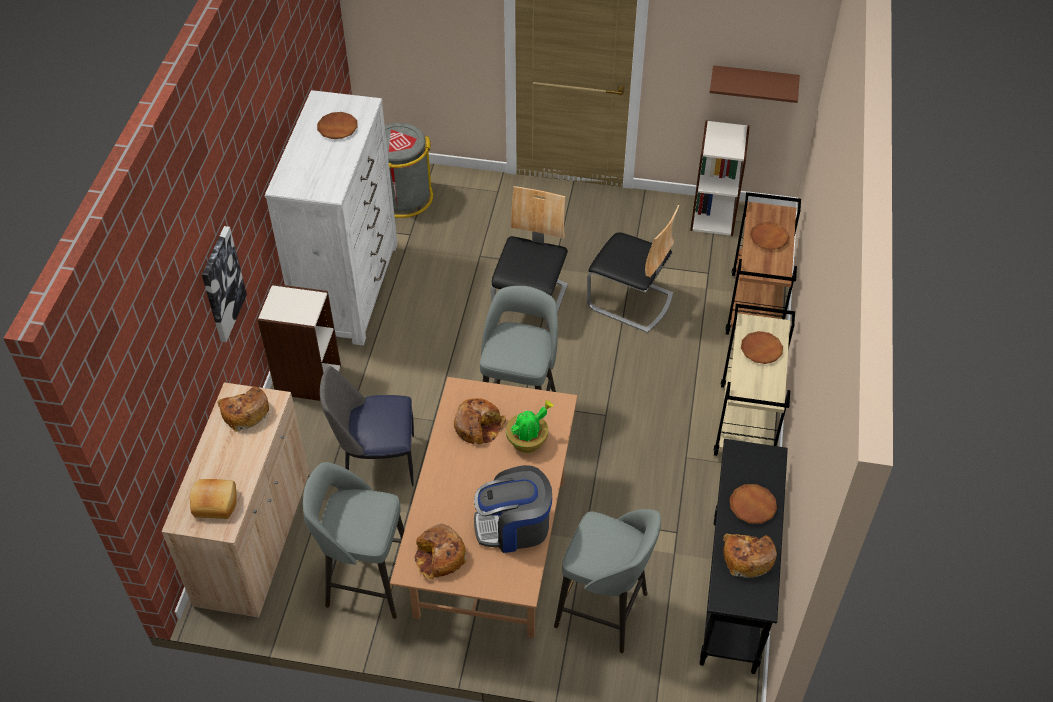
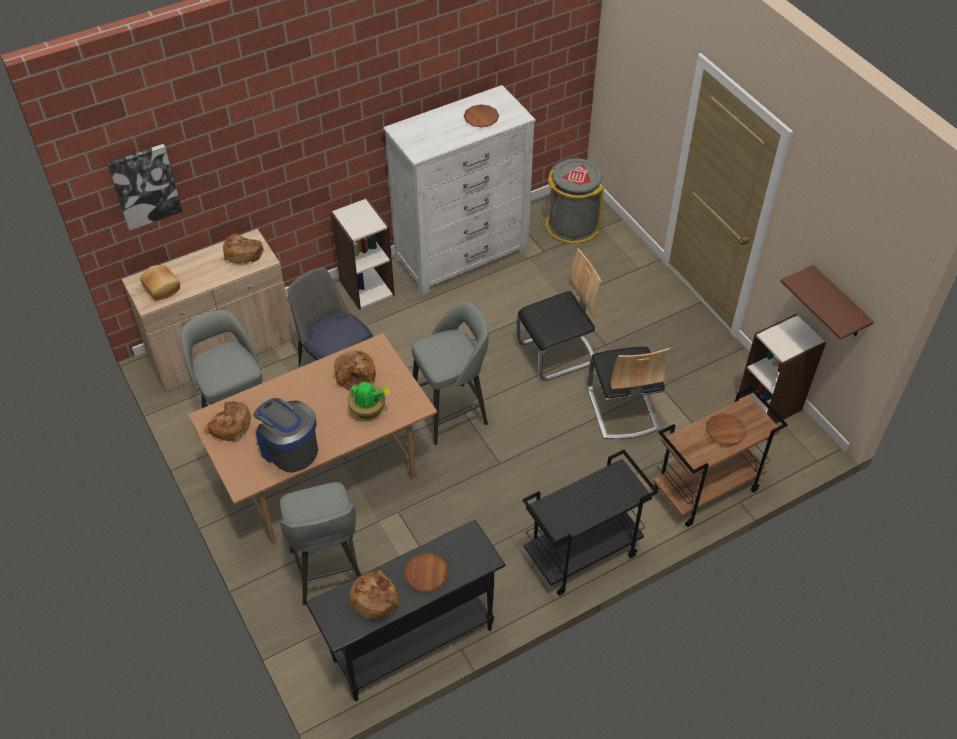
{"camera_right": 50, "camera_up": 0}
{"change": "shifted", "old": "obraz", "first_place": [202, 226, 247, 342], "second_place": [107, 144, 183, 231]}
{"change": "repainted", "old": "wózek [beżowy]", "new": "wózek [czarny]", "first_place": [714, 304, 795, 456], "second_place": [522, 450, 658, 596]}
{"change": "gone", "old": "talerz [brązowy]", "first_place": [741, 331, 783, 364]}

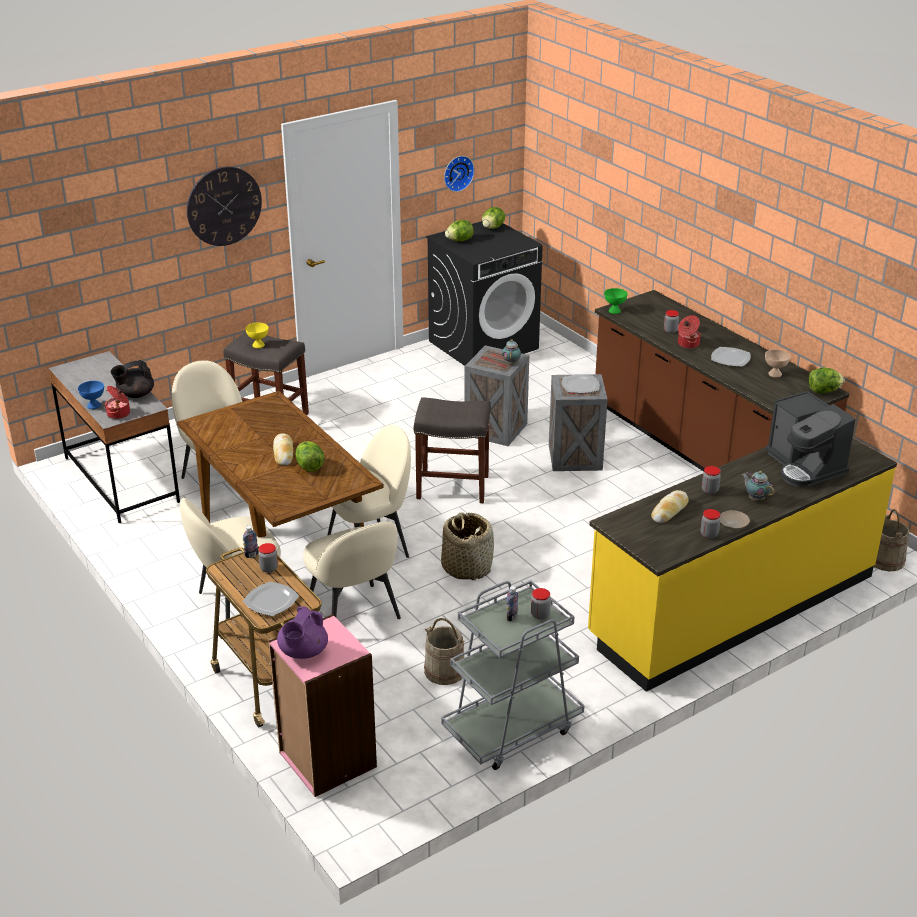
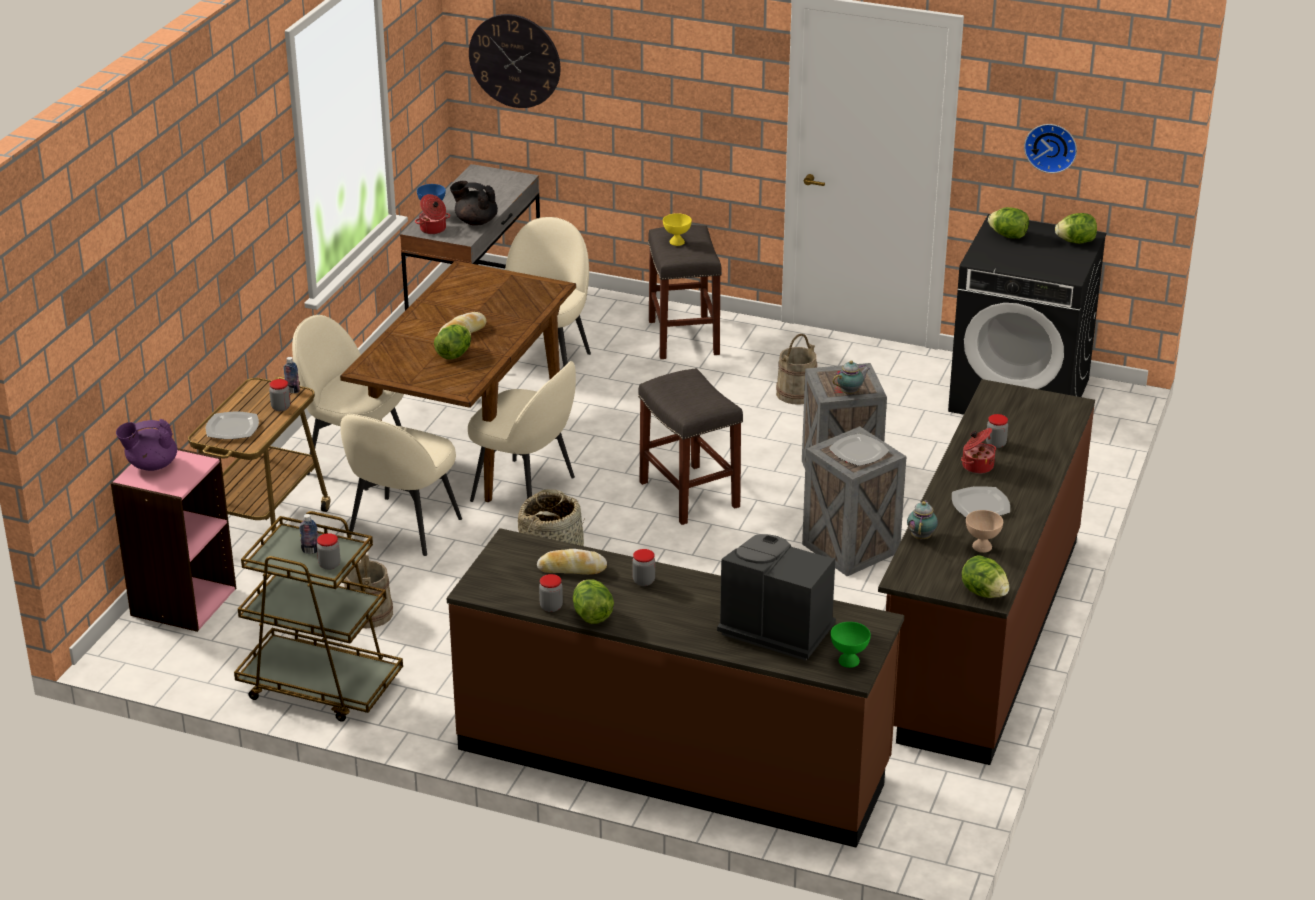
{"camera_right": 55, "camera_up": 0}
{"change": "repainted", "old": "wózek [szary]", "new": "wózek [brązowy]", "first_place": [441, 580, 584, 770], "second_place": [234, 511, 403, 722]}
{"change": "repainted", "old": "zabudowa kuchenna [żółty]", "new": "zabudowa kuchenna [brązowy]", "first_place": [588, 438, 897, 692], "second_place": [447, 528, 904, 848]}
{"change": "shifted", "old": "zegar ścienny", "first_place": [187, 167, 262, 246], "second_place": [469, 14, 561, 108]}
{"change": "swapped", "old": "talerz [beżowy]", "new": "sałata", "first_place": [720, 510, 750, 529], "second_place": [573, 579, 614, 624]}
{"change": "rotated", "old": "ekspres do kawy", "first_place": [765, 391, 856, 487], "second_place": [717, 534, 836, 661], "degrees": 90}
{"change": "shifted", "old": "wiadro [beżowy]", "first_place": [874, 509, 909, 571], "second_place": [776, 334, 817, 405]}
{"change": "shifted", "old": "miska [zielony]", "first_place": [604, 288, 628, 314], "second_place": [830, 622, 871, 668]}
{"change": "shifted", "old": "imbryk", "first_place": [742, 471, 775, 501], "second_place": [907, 501, 938, 540]}

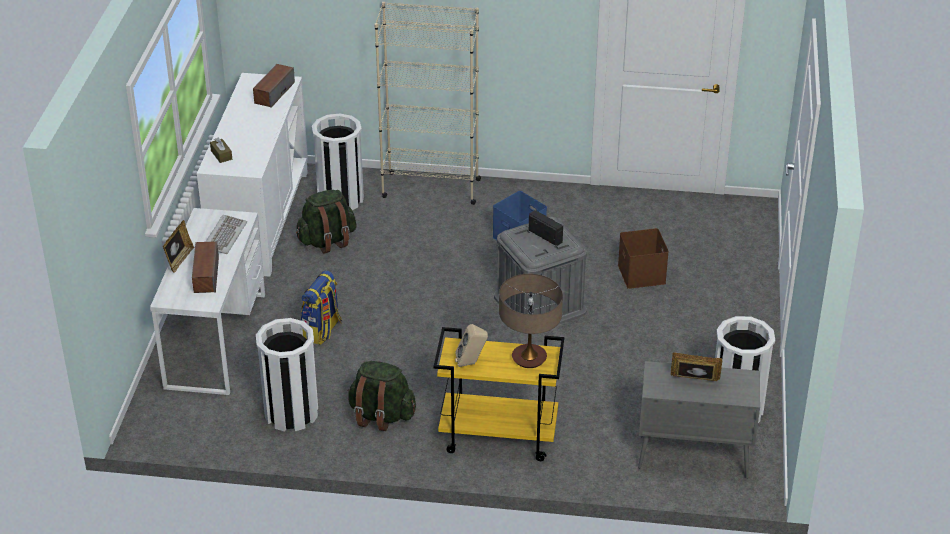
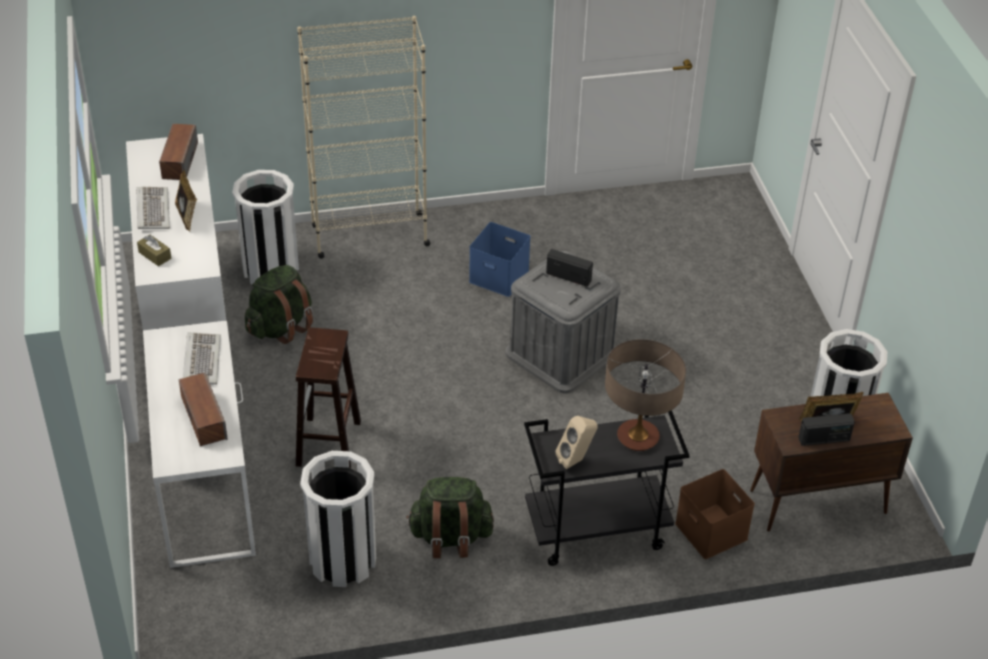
{"camera_right": -20, "camera_up": 5}
{"change": "new", "new": "klawiatura", "second_place": [136, 187, 170, 229]}
{"change": "shifted", "old": "ramka na zdjęcie", "first_place": [163, 220, 194, 273], "second_place": [175, 170, 197, 232]}
{"change": "swapped", "old": "plecak", "new": "stołek [brązowy]", "first_place": [301, 270, 342, 345], "second_place": [296, 327, 361, 468]}
{"change": "repainted", "old": "wózek [żółty]", "new": "wózek [czarny]", "first_place": [433, 327, 564, 461], "second_place": [524, 410, 690, 566]}
{"change": "shifted", "old": "pojemnik do przechowywania [brązowy]", "first_place": [618, 228, 669, 289], "second_place": [675, 469, 755, 559]}
{"change": "repainted", "old": "szafka [szary]", "new": "szafka [brązowy]", "first_place": [638, 361, 760, 479], "second_place": [750, 393, 913, 532]}
{"change": "new", "new": "radio", "second_place": [798, 413, 855, 446]}

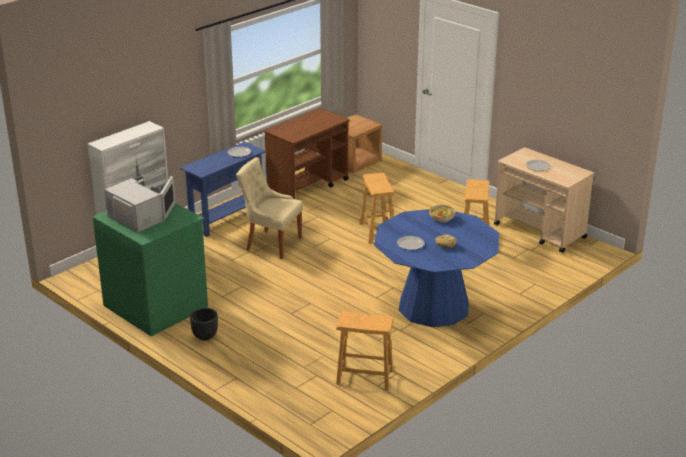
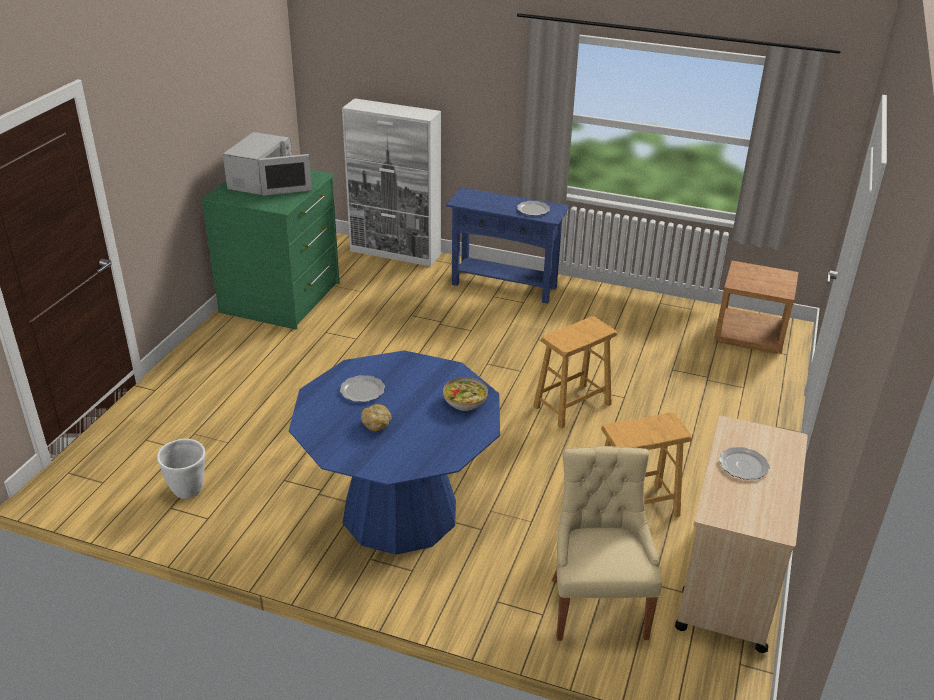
{"camera_right": 65, "camera_up": 5}
{"change": "swapped", "old": "stołek [brązowy]", "new": "donica [biały]", "first_place": [336, 311, 394, 390], "second_place": [157, 438, 205, 499]}
{"change": "shifted", "old": "krzesło [beżowy]", "first_place": [236, 157, 303, 259], "second_place": [552, 446, 662, 641]}
{"change": "gone", "old": "donica [czarny]", "first_place": [190, 308, 218, 341]}
{"change": "gone", "old": "wózek [brązowy]", "first_place": [264, 108, 349, 199]}

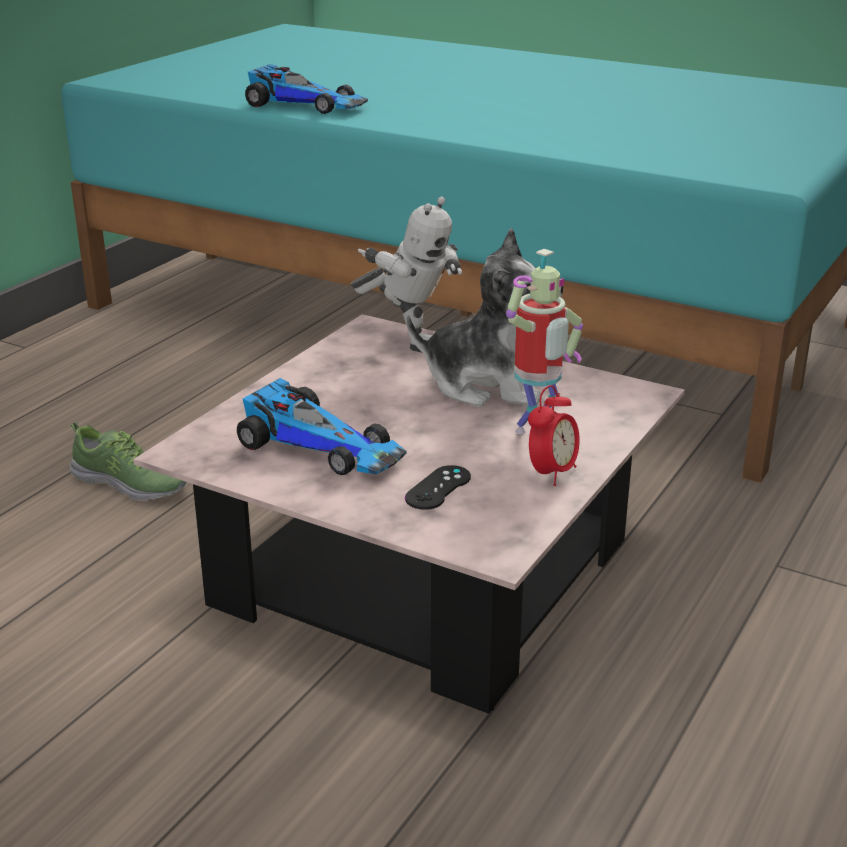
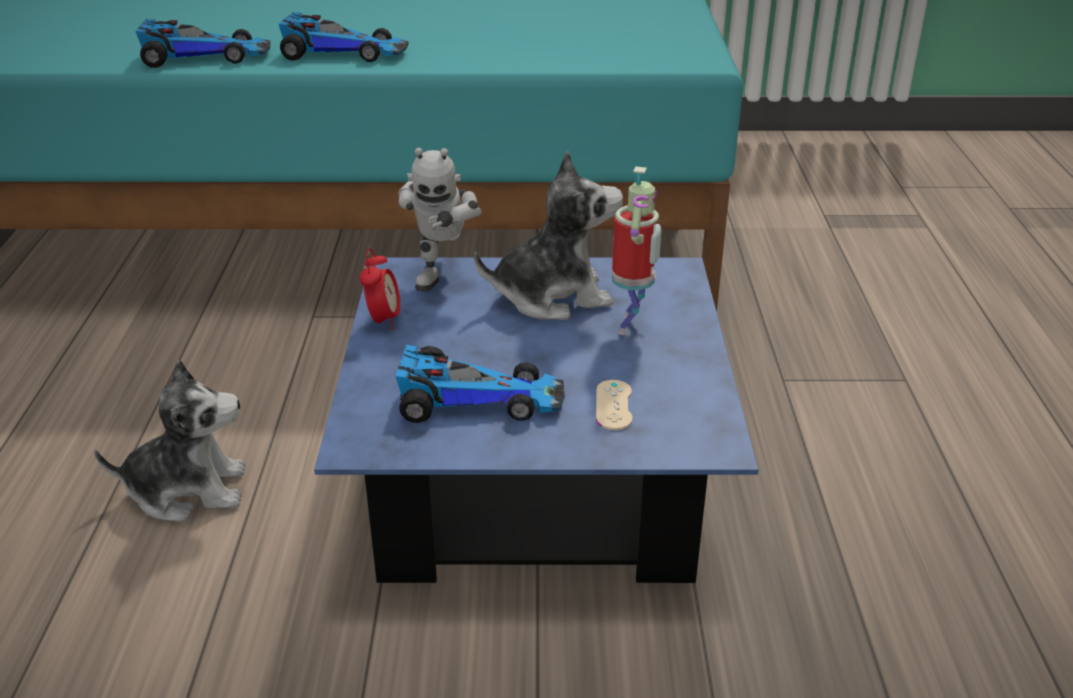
{"camera_right": -30, "camera_up": 5}
{"change": "swapped", "old": "but", "new": "pluszak", "first_place": [70, 422, 186, 501], "second_place": [94, 360, 245, 522]}
{"change": "new", "new": "samochodzik", "second_place": [279, 12, 409, 62]}
{"change": "repainted", "old": "ława [różowy]", "new": "ława [niebieski]", "first_place": [133, 314, 685, 714], "second_place": [314, 258, 759, 583]}
{"change": "shifted", "old": "budzik", "first_place": [528, 385, 580, 486], "second_place": [360, 249, 400, 330]}
{"change": "rotated", "old": "robot zabawkowy", "first_place": [351, 197, 462, 353], "second_place": [398, 148, 482, 292], "degrees": 90}
{"change": "repainted", "old": "pad do gier [czarny]", "new": "pad do gier [beżowy]", "first_place": [405, 465, 471, 510], "second_place": [596, 380, 633, 430]}

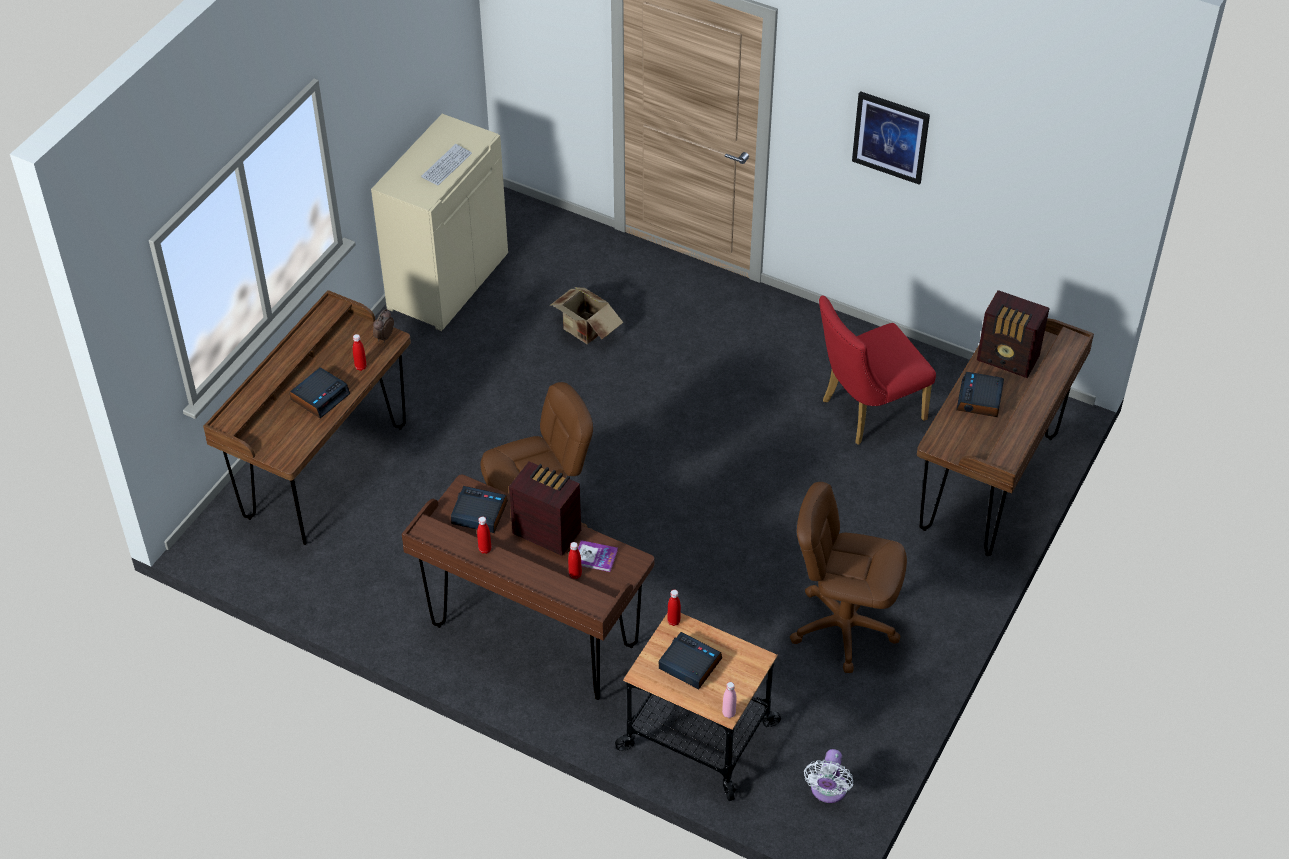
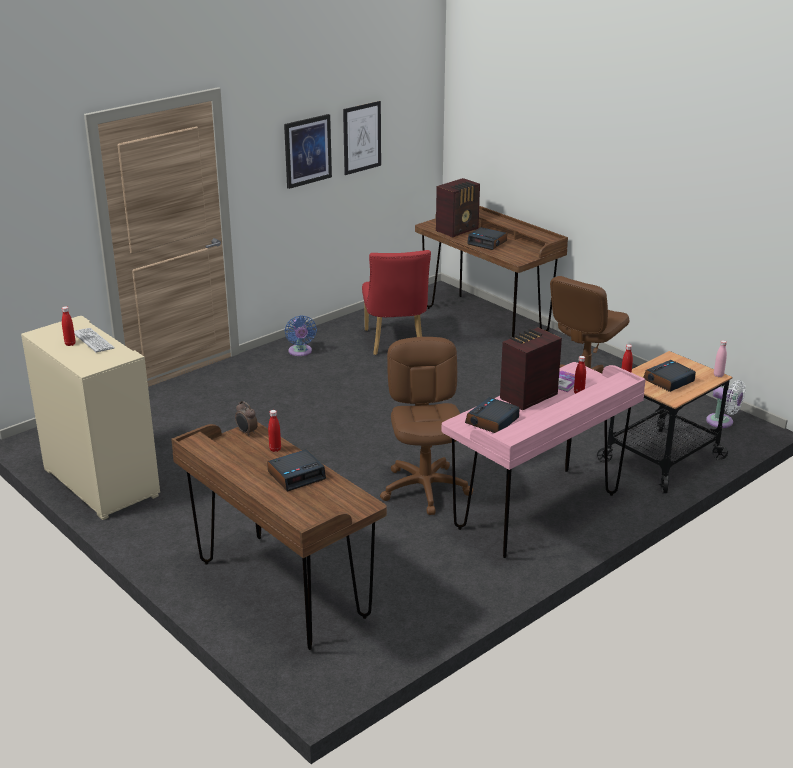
{"camera_right": -70, "camera_up": -20}
{"change": "shifted", "old": "butelka [czerwony]", "first_place": [477, 517, 491, 554], "second_place": [62, 306, 76, 346]}
{"change": "rotated", "old": "budzik", "first_place": [289, 367, 350, 418], "second_place": [267, 449, 326, 491], "degrees": 90}
{"change": "new", "new": "wentylator [niebieski]", "second_place": [285, 315, 317, 356]}
{"change": "new", "new": "obraz", "second_place": [343, 101, 381, 175]}
{"change": "repainted", "old": "biurko [brązowy]", "new": "biurko [różowy]", "first_place": [402, 474, 654, 700], "second_place": [442, 362, 646, 558]}
{"change": "gone", "old": "karton", "first_place": [549, 287, 623, 344]}

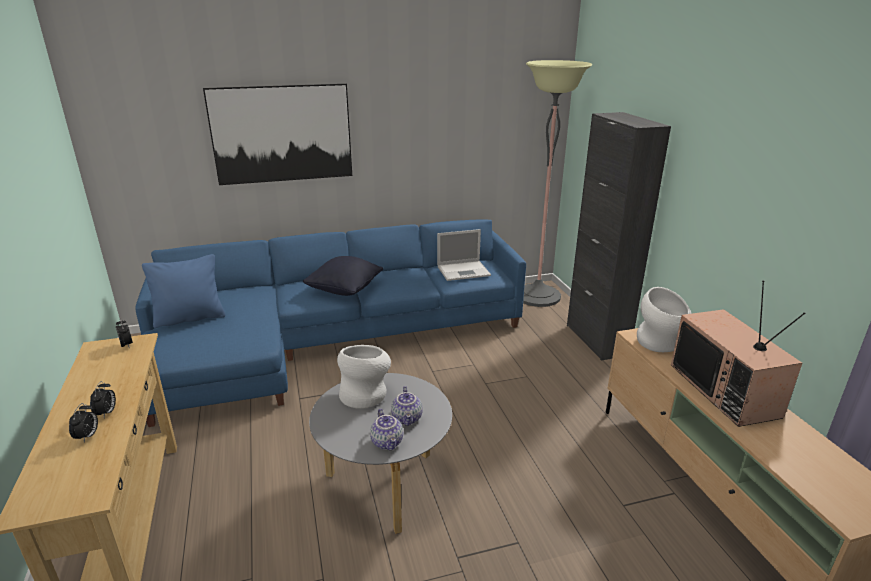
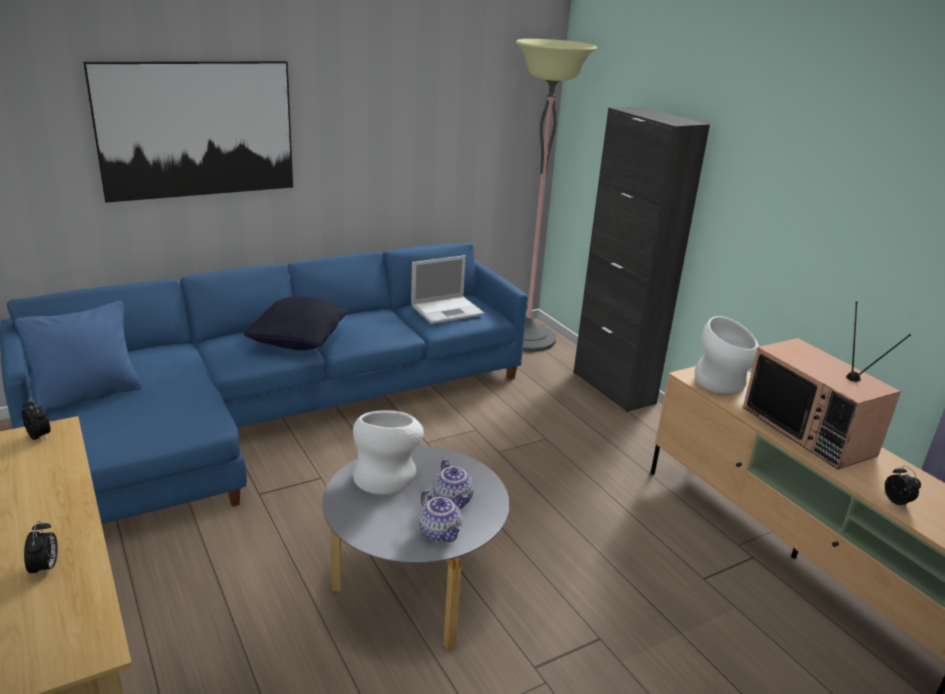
{"camera_right": -15, "camera_up": 0}
{"change": "shifted", "old": "budzik", "first_place": [90, 381, 116, 418], "second_place": [885, 466, 921, 508]}

